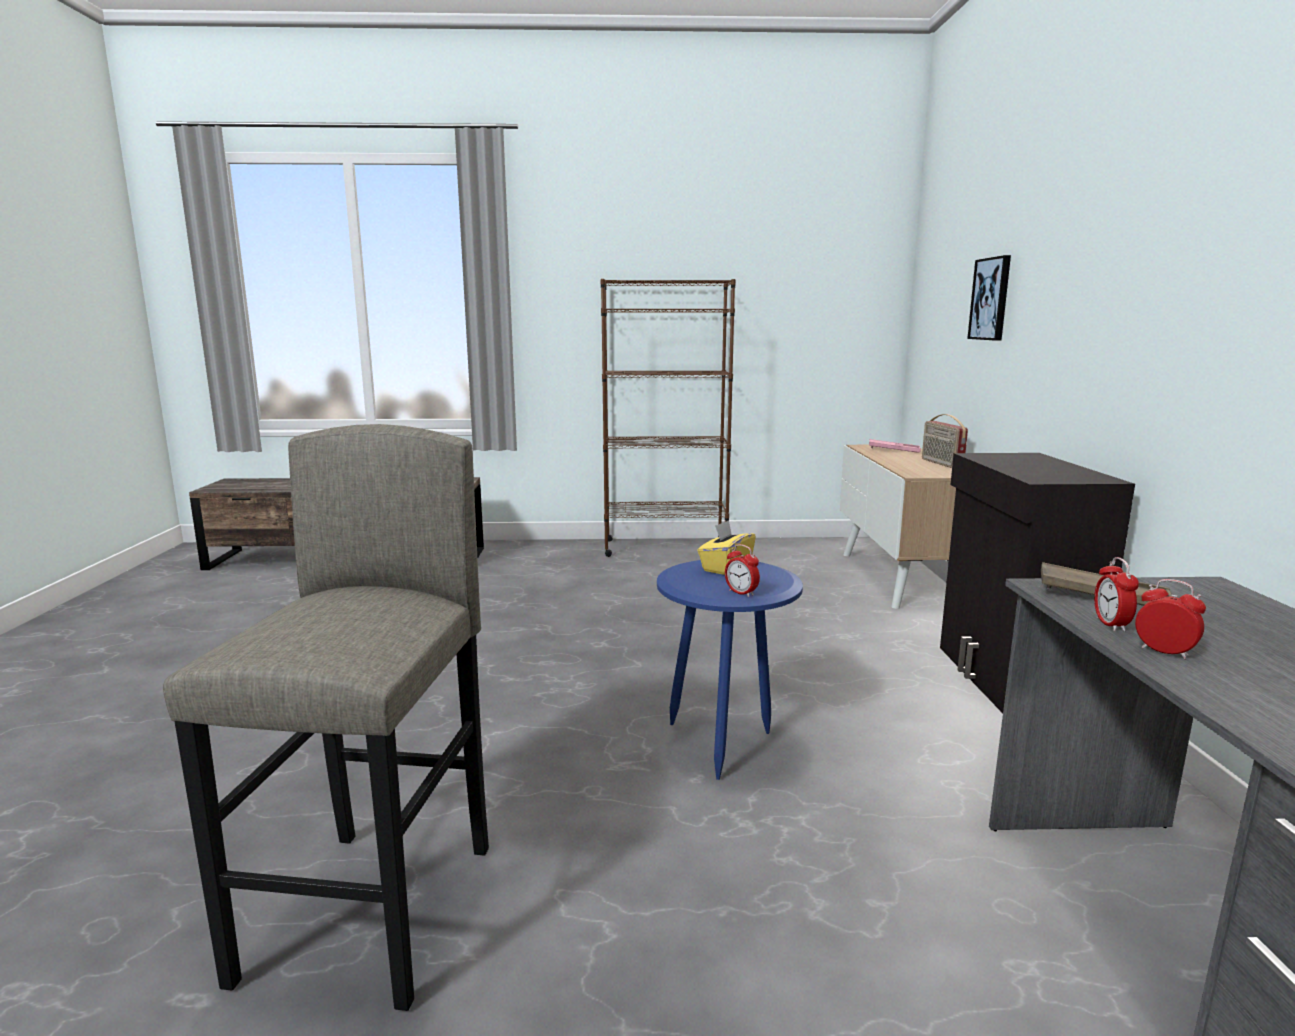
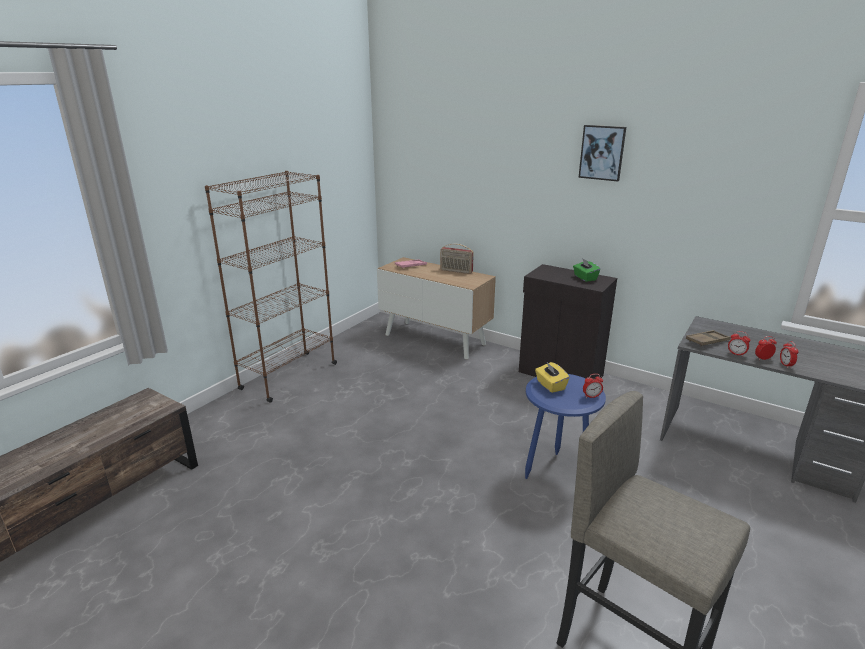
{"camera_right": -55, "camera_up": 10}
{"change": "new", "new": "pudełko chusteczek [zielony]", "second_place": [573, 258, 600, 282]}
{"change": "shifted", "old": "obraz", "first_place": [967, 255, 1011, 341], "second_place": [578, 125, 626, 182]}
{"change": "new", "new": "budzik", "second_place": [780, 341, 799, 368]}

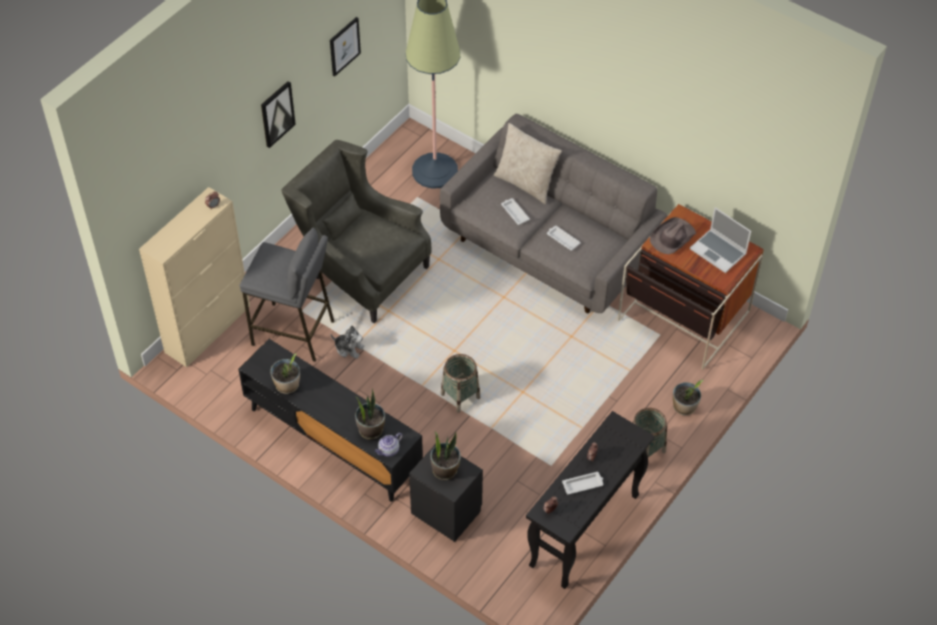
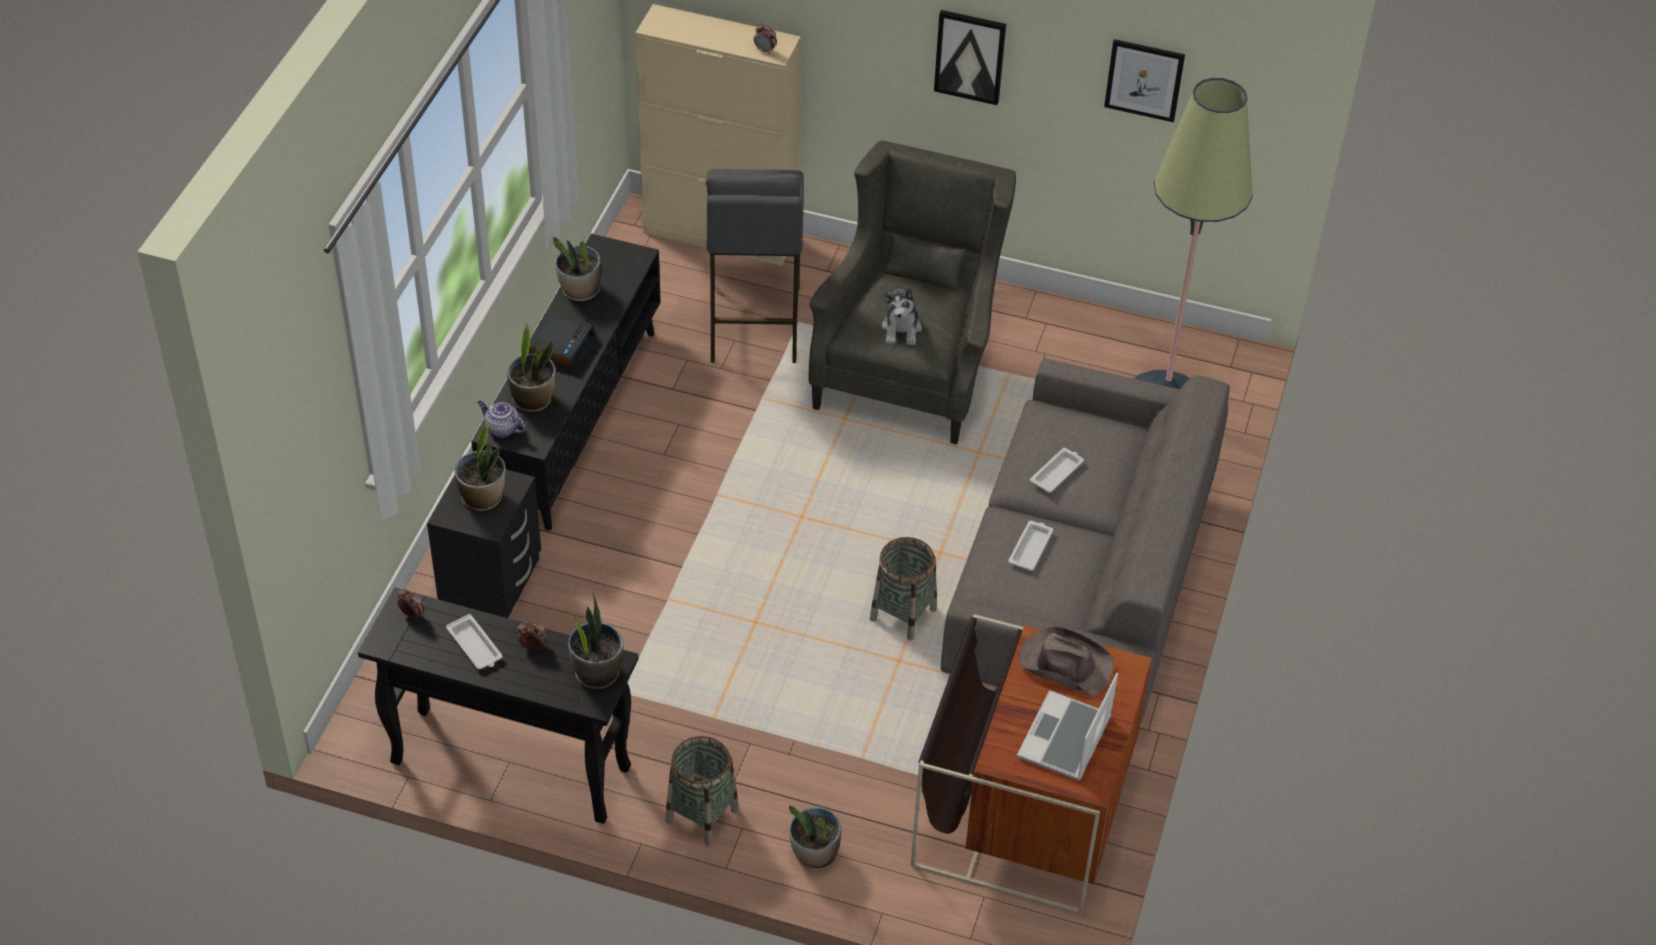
{"camera_right": 70, "camera_up": -5}
{"change": "new", "new": "budzik", "second_place": [529, 313, 597, 371]}
{"change": "new", "new": "roślina doniczkowa", "second_place": [568, 592, 623, 689]}
{"change": "shifted", "old": "koszyk", "first_place": [441, 354, 480, 413], "second_place": [870, 537, 937, 641]}
{"change": "shifted", "old": "pluszak", "first_place": [330, 326, 365, 359], "second_place": [882, 287, 922, 345]}
{"change": "gone", "old": "poduszka [beżowy]", "first_place": [494, 123, 562, 204]}

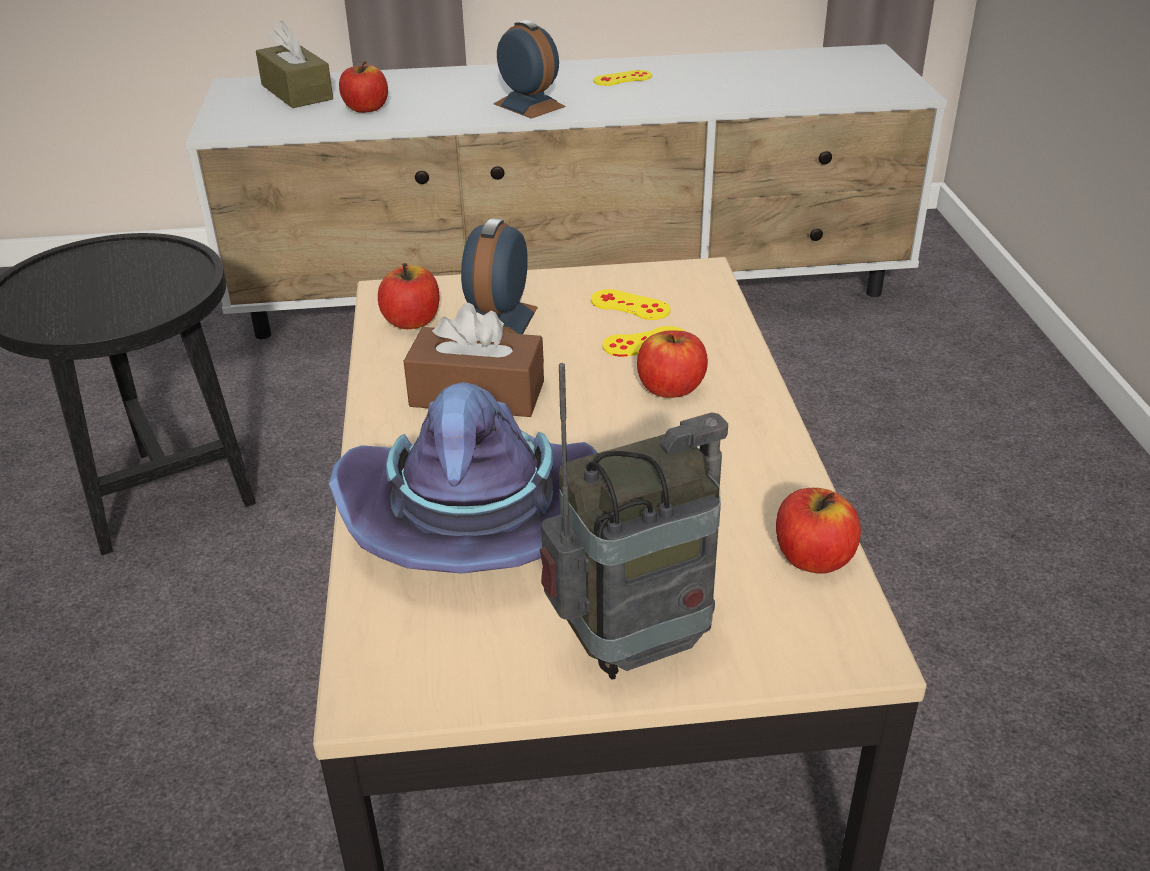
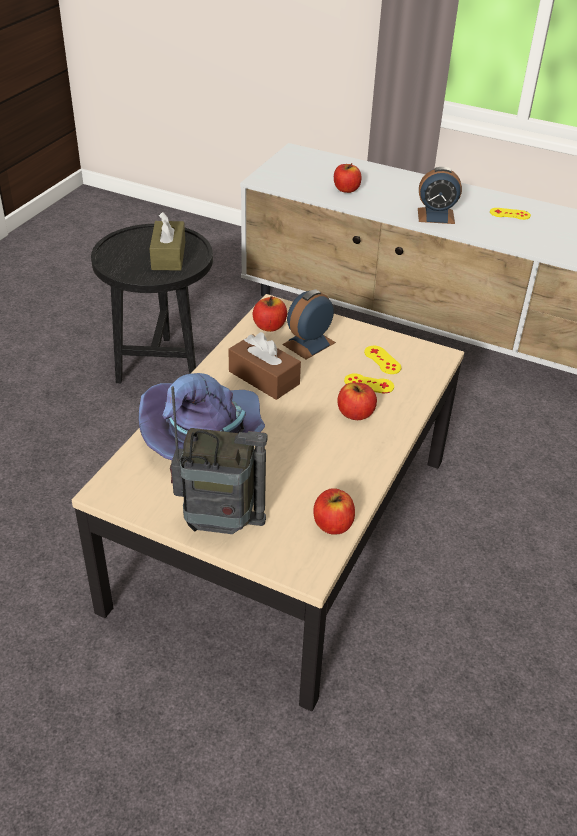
{"camera_right": 30, "camera_up": 5}
{"change": "shifted", "old": "pudełko chusteczek [brązowy]", "first_place": [256, 21, 333, 108], "second_place": [150, 212, 185, 271]}
{"change": "rotated", "old": "budzik", "first_place": [494, 20, 566, 119], "second_place": [418, 167, 462, 224], "degrees": 105}

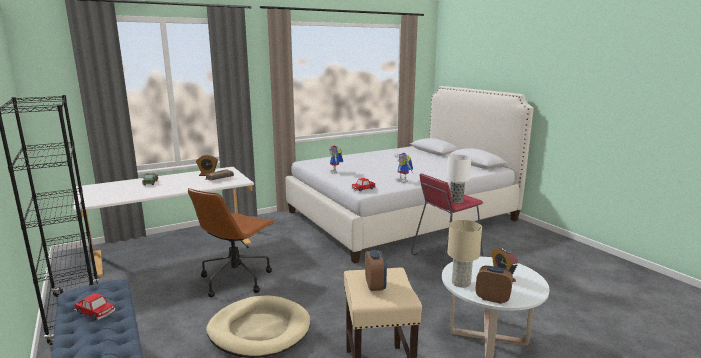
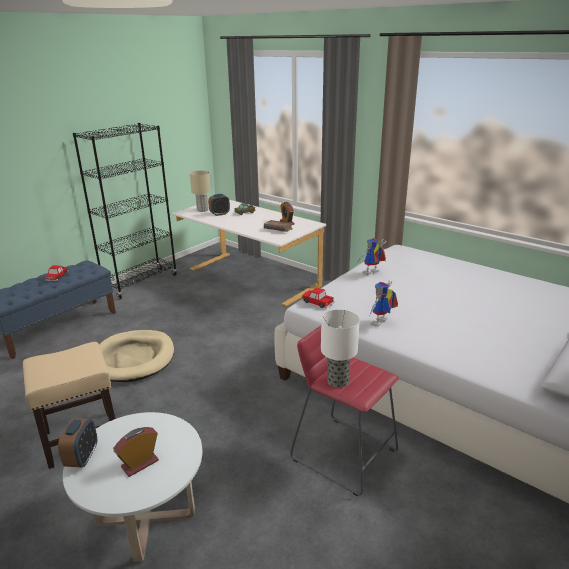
{"camera_right": 70, "camera_up": 10}
{"change": "shifted", "old": "lampa stołowa [beżowy]", "first_place": [447, 220, 482, 288], "second_place": [190, 171, 211, 212]}
{"change": "shifted", "old": "budzik", "first_place": [365, 250, 387, 291], "second_place": [208, 194, 230, 216]}
{"change": "gone", "old": "krzesło biurowe [brązowy]", "first_place": [188, 188, 275, 297]}

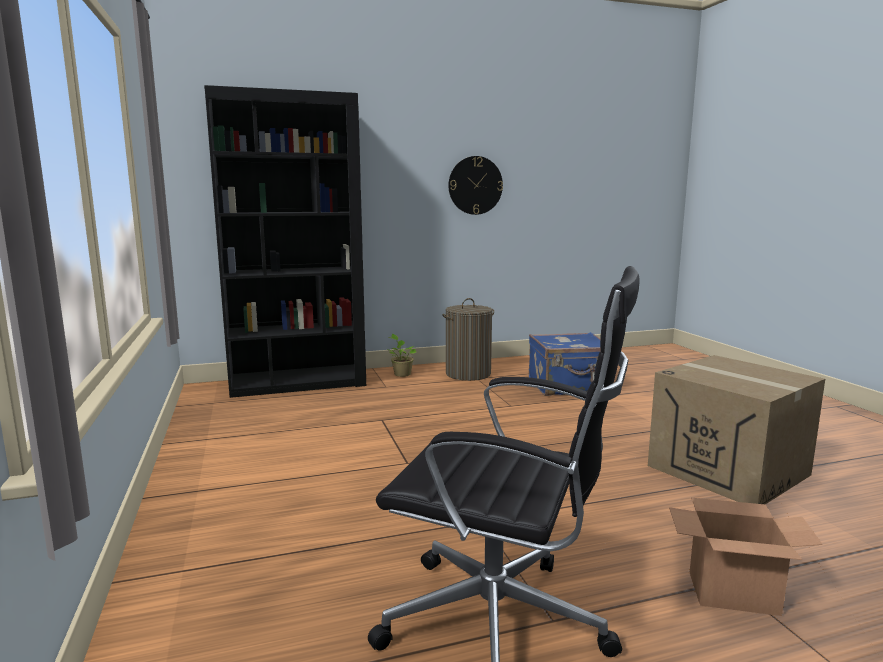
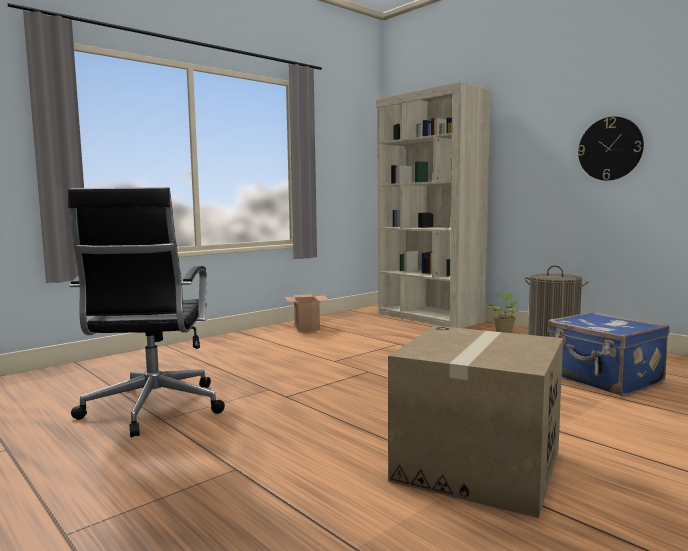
{"camera_right": 65, "camera_up": -5}
{"change": "shifted", "old": "karton", "first_place": [669, 498, 823, 616], "second_place": [284, 294, 329, 332]}
{"change": "repainted", "old": "regał [czarny]", "new": "regał [beżowy]", "first_place": [204, 85, 366, 398], "second_place": [376, 82, 491, 328]}

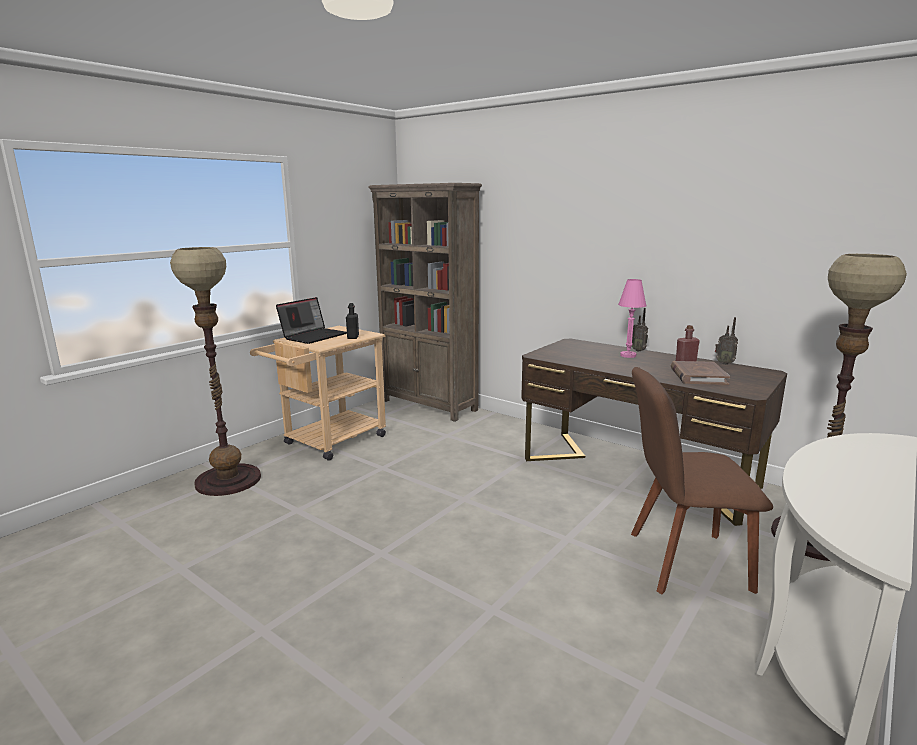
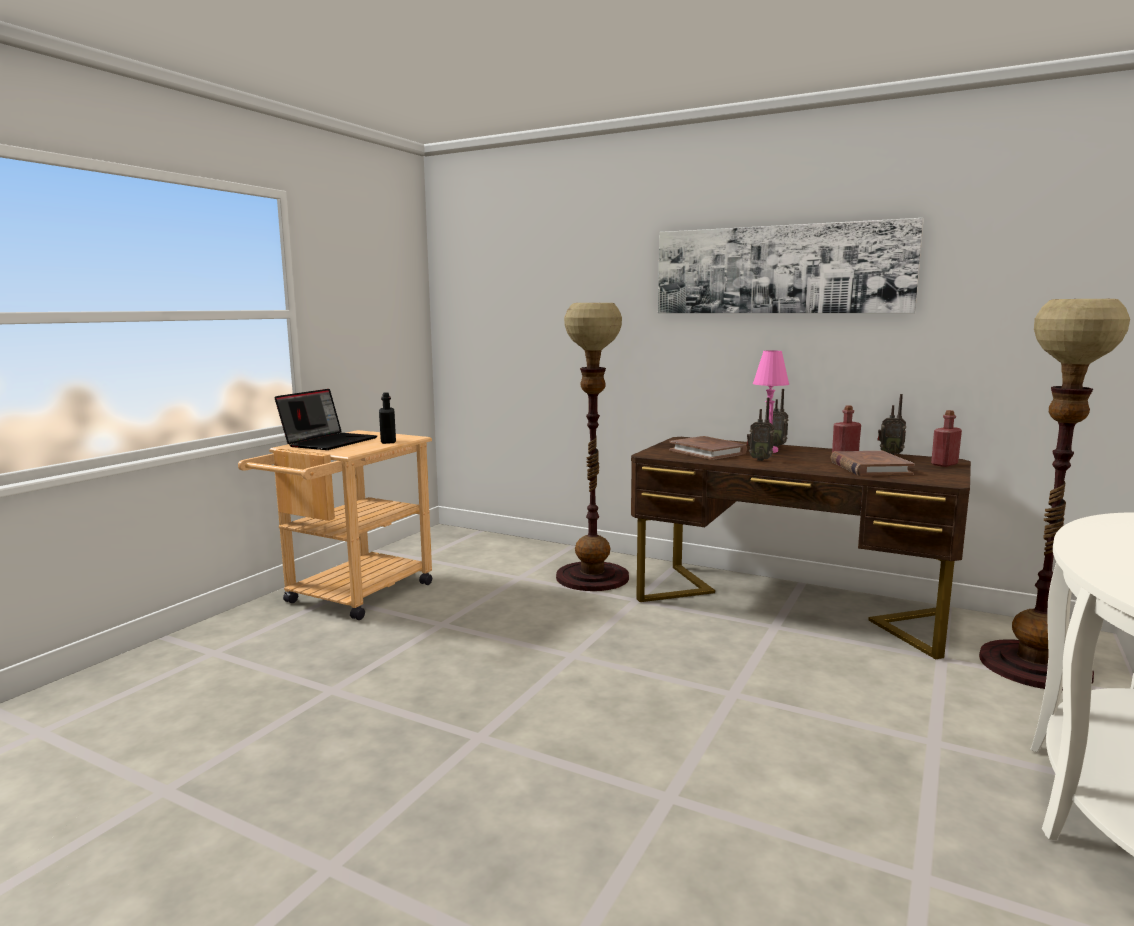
{"camera_right": -10, "camera_up": -5}
{"change": "shifted", "old": "lampa stojąca", "first_place": [170, 247, 261, 496], "second_place": [556, 303, 629, 591]}
{"change": "new", "new": "obraz", "second_place": [658, 218, 924, 313]}
{"change": "new", "new": "książka [brązowy]", "second_place": [669, 436, 747, 460]}
{"change": "new", "new": "radio", "second_place": [747, 397, 774, 461]}
{"change": "new", "new": "butelka [czerwony]", "second_place": [931, 410, 962, 467]}
{"change": "gone", "old": "regał [brązowy]", "first_place": [368, 183, 482, 422]}
{"change": "gone", "old": "krzesło [brązowy]", "first_place": [631, 367, 773, 594]}

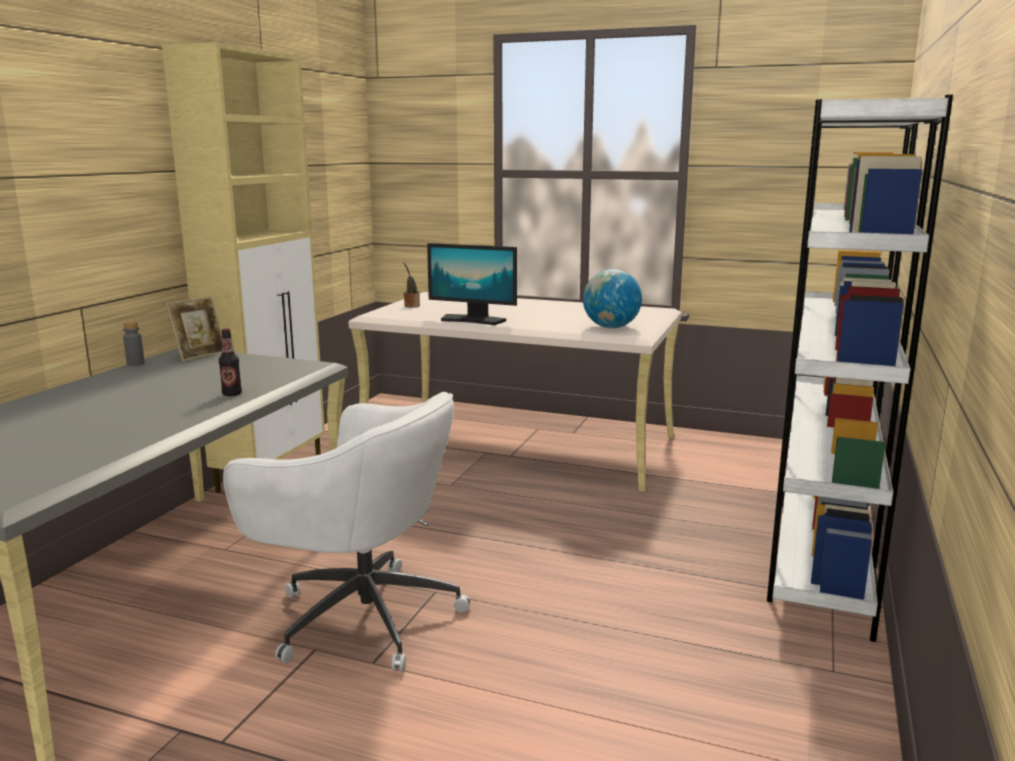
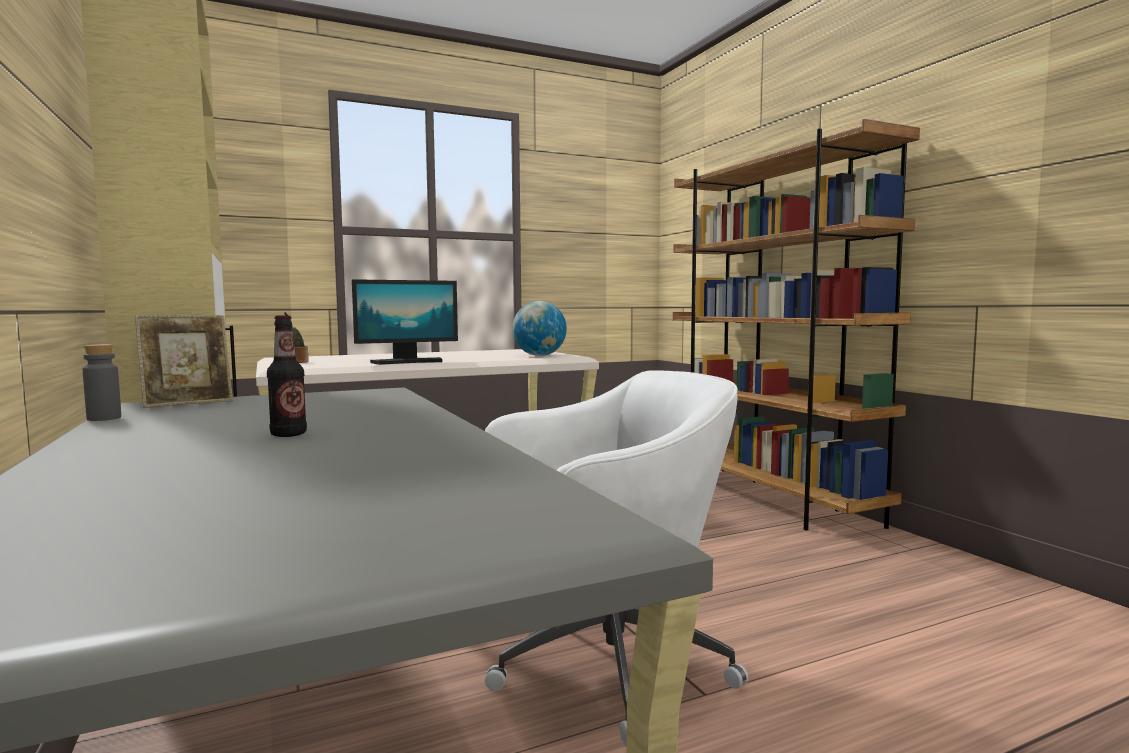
{"camera_right": -45, "camera_up": -10}
{"change": "rotated", "old": "ramka na zdjęcie", "first_place": [166, 297, 222, 362], "second_place": [135, 315, 233, 408], "degrees": 60}
{"change": "shifted", "old": "butelka", "first_place": [219, 328, 242, 396], "second_place": [267, 315, 307, 437]}
{"change": "repainted", "old": "regał [biały]", "new": "regał [brązowy]", "first_place": [767, 95, 953, 642], "second_place": [673, 119, 920, 530]}

